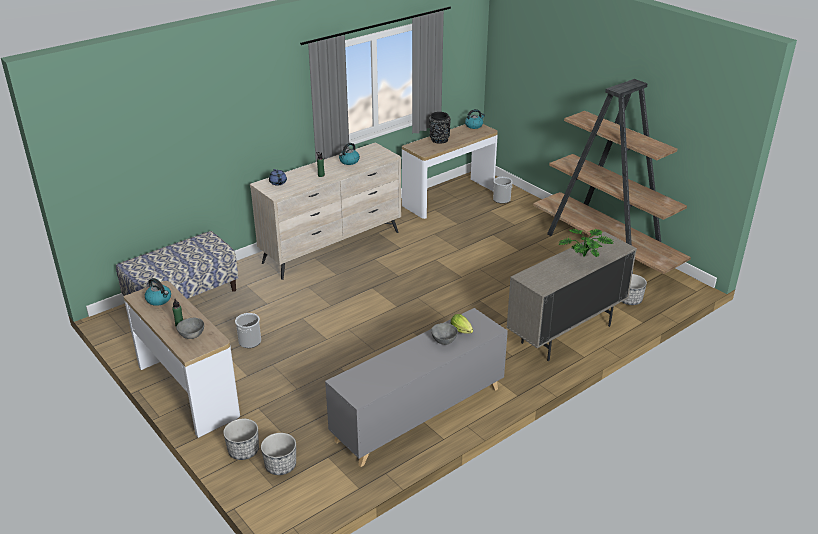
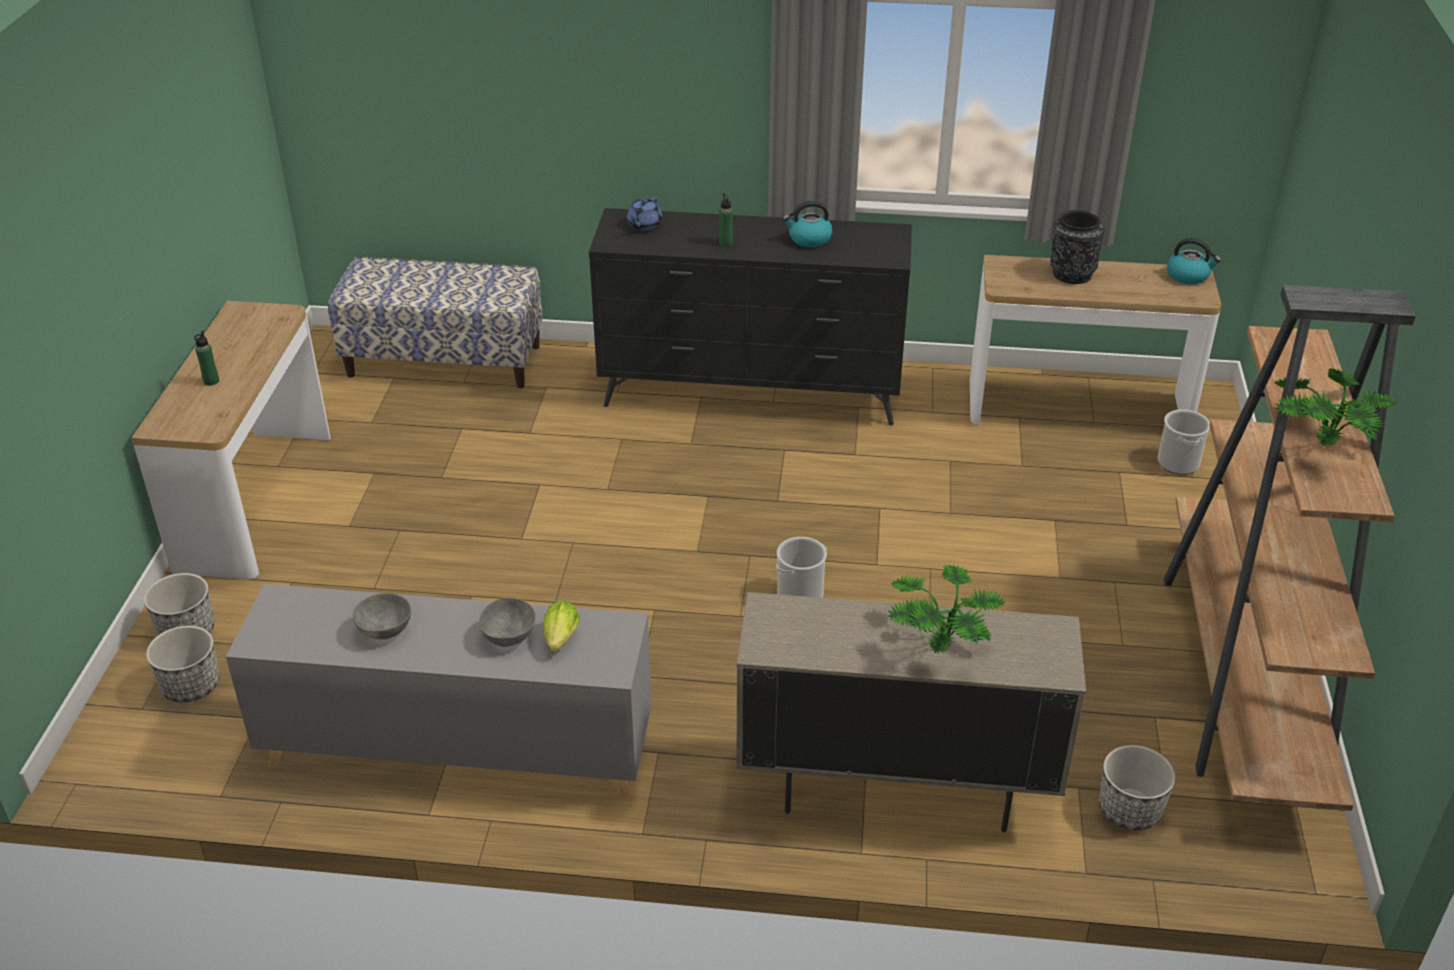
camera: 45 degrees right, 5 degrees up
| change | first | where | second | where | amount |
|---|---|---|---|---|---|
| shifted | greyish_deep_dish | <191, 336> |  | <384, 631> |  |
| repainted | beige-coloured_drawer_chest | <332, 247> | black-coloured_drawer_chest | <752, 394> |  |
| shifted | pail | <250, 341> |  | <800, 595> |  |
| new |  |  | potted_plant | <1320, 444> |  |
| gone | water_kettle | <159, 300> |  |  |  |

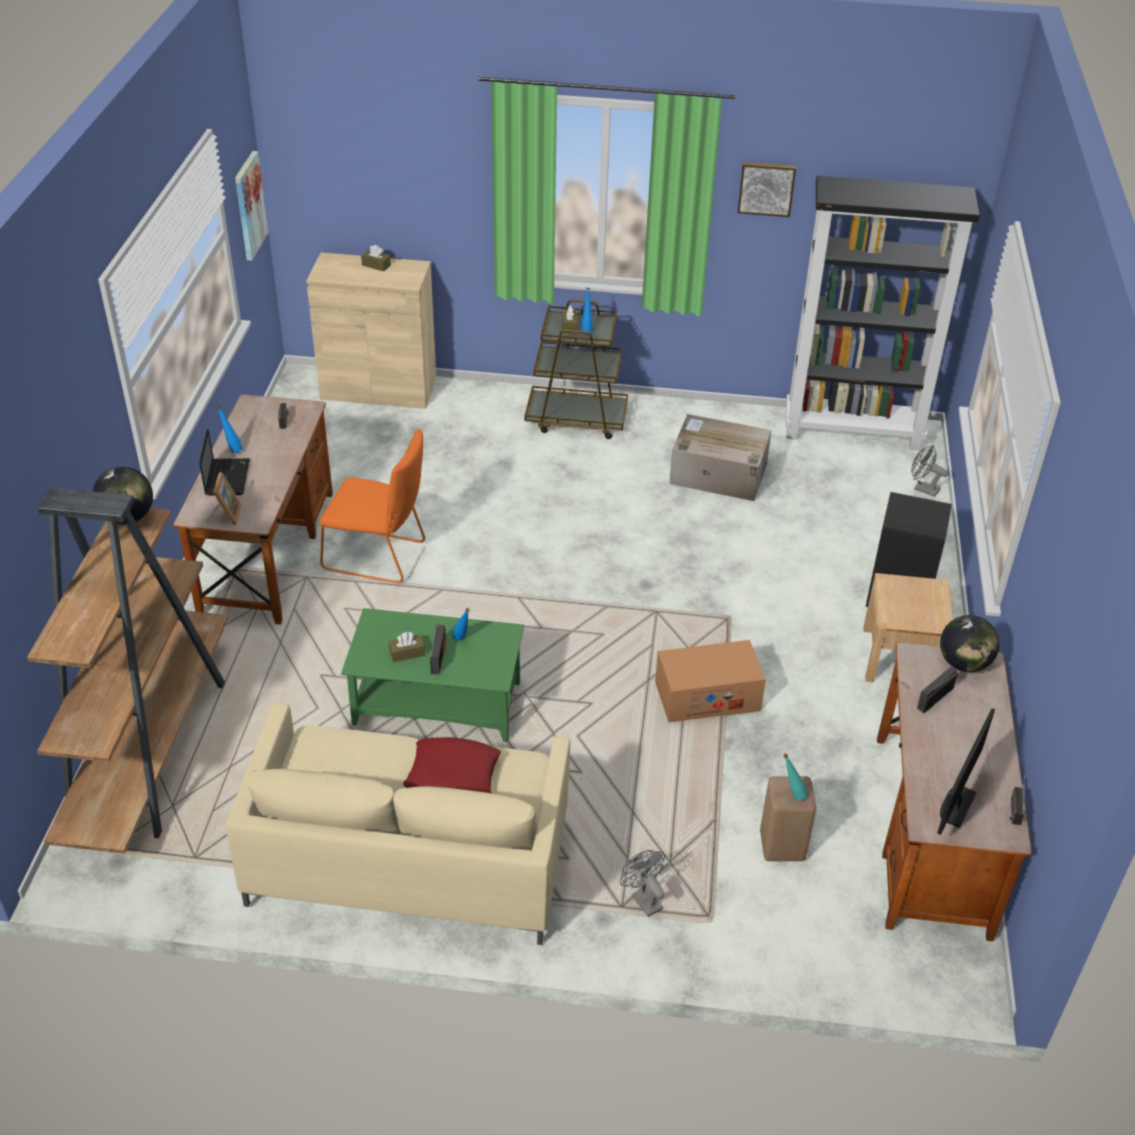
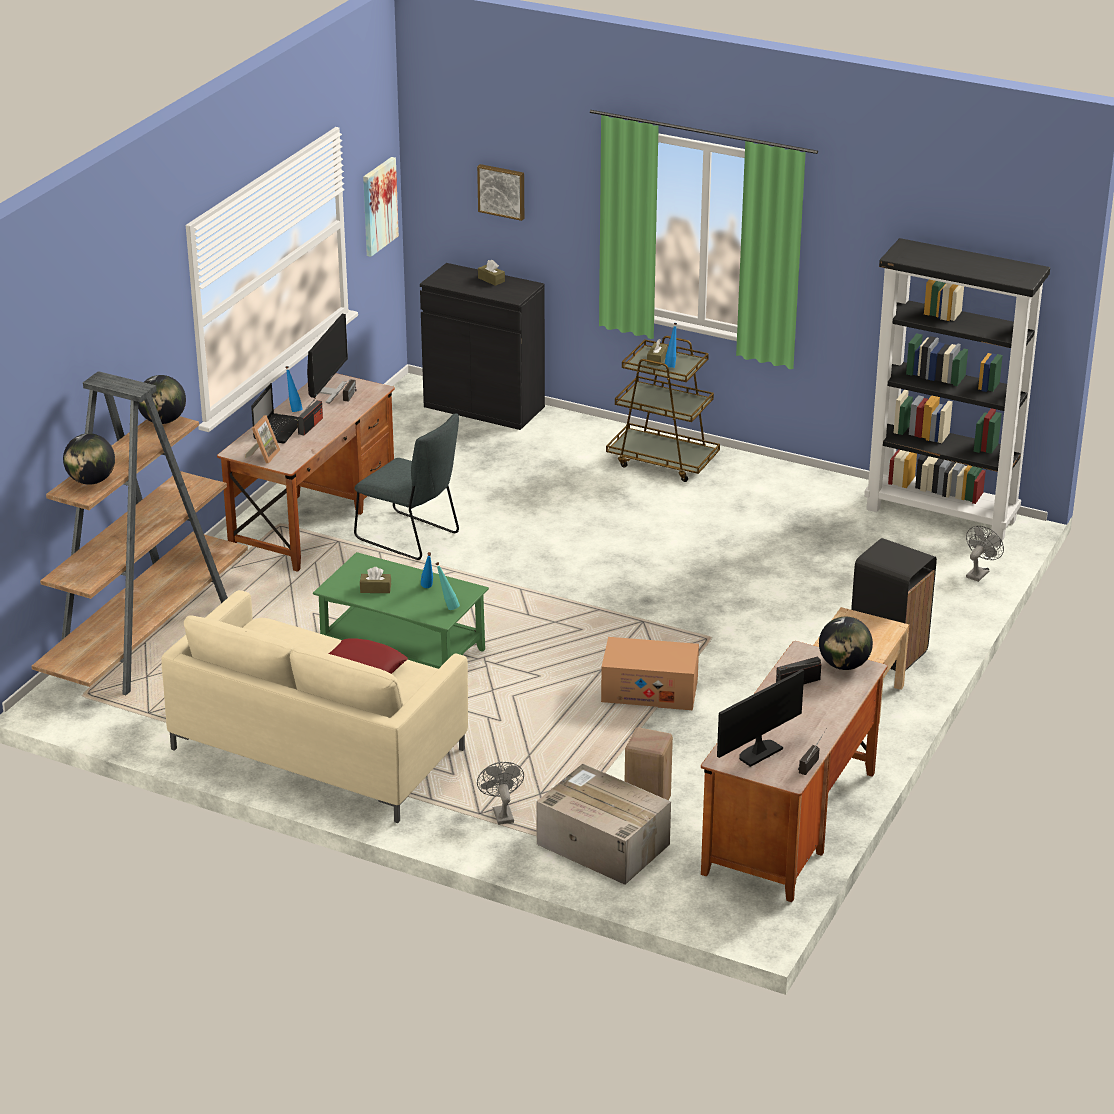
camera: 20 degrees right, 10 degrees down
| change | first | where | second | where | amount |
|---|---|---|---|---|---|
| new |  |  | desk_globe | <91, 481> |  |
| shifted | radio_set | <438, 657> |  | <310, 426> |  |
| new |  |  | monitor | <328, 392> |  |
| repainted | orange-coloured_upright_chair | <379, 556> | greyish_upright_chair | <411, 537> |  |
| repainted | beige-coloured_cupboard | <378, 388> | black-coloured_cupboard | <484, 407> |  |
| shifted | turquoise_drink_bottle | <792, 795> |  | <447, 607> |  |
| shifted | picture | <766, 188> |  | <502, 191> |  |
| shifted | packing_box | <717, 474> |  | <601, 844> |  |
| rotated | greyish_cooling_fan | <922, 489> |  | <979, 573> | 75 degrees clockwise |

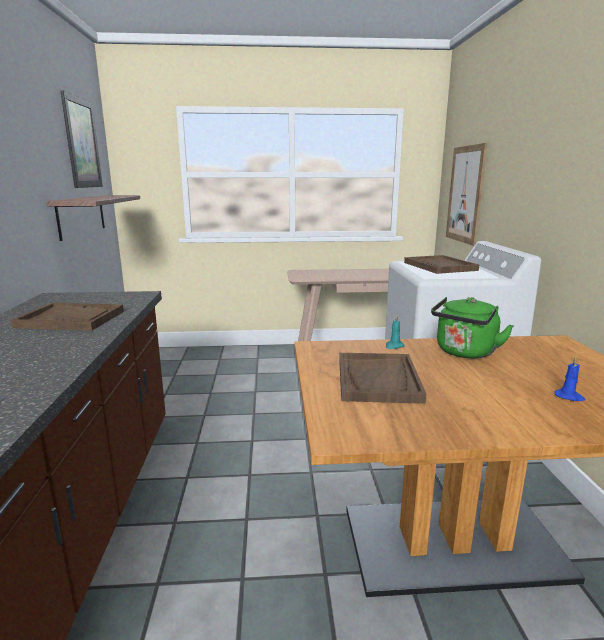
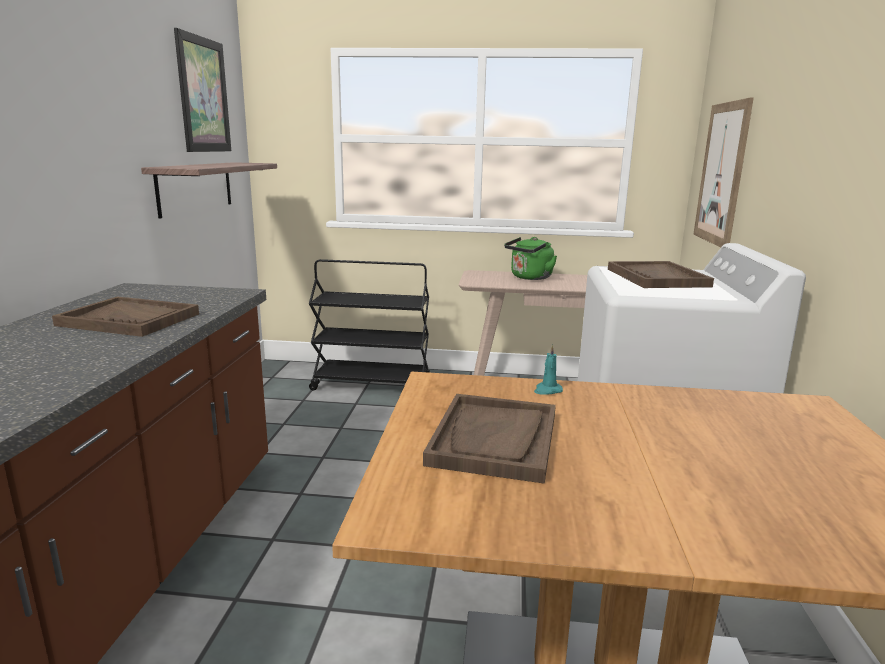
camera: 10 degrees right, 0 degrees up
| change | first | where | second | where | amount |
|---|---|---|---|---|---|
| new |  |  | black-coloured_trolley | <372, 384> |  |
| shifted | green-coloured_water_kettle | <464, 353> |  | <529, 278> |  |
| gone | blue_wax_light | <569, 397> |  |  |  |

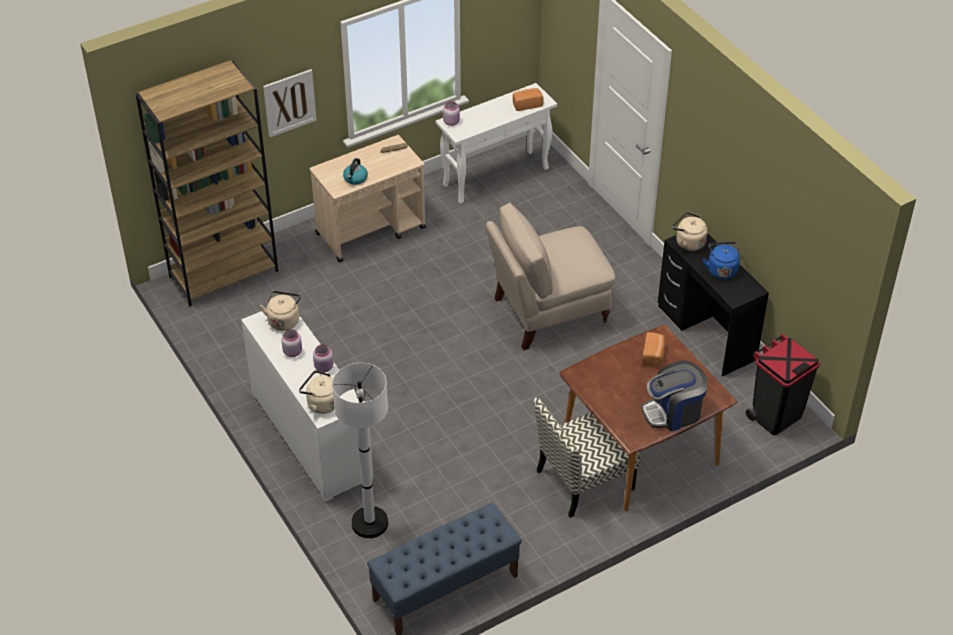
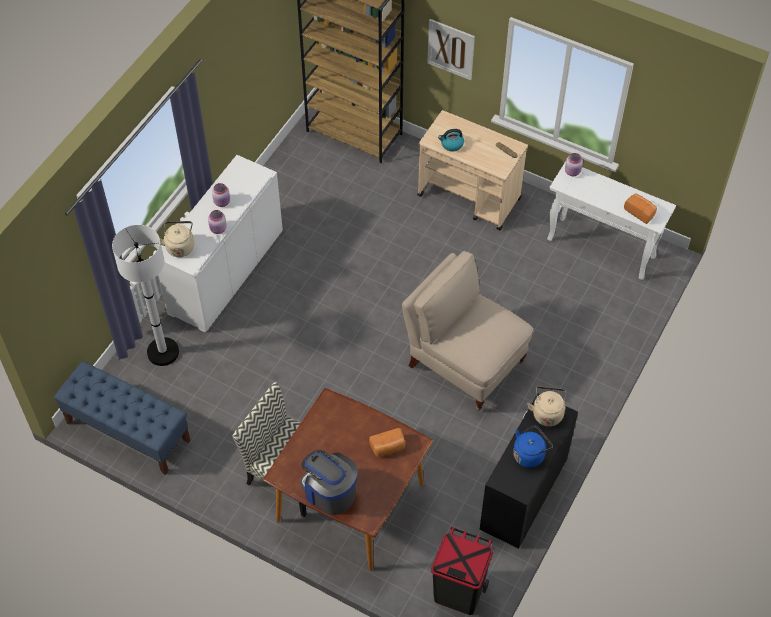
camera: 60 degrees right, 10 degrees up
| change | first | where | second | where | amount |
|---|---|---|---|---|---|
| gone | beige-coloured_water_kettle | <284, 320> |  |  |  |

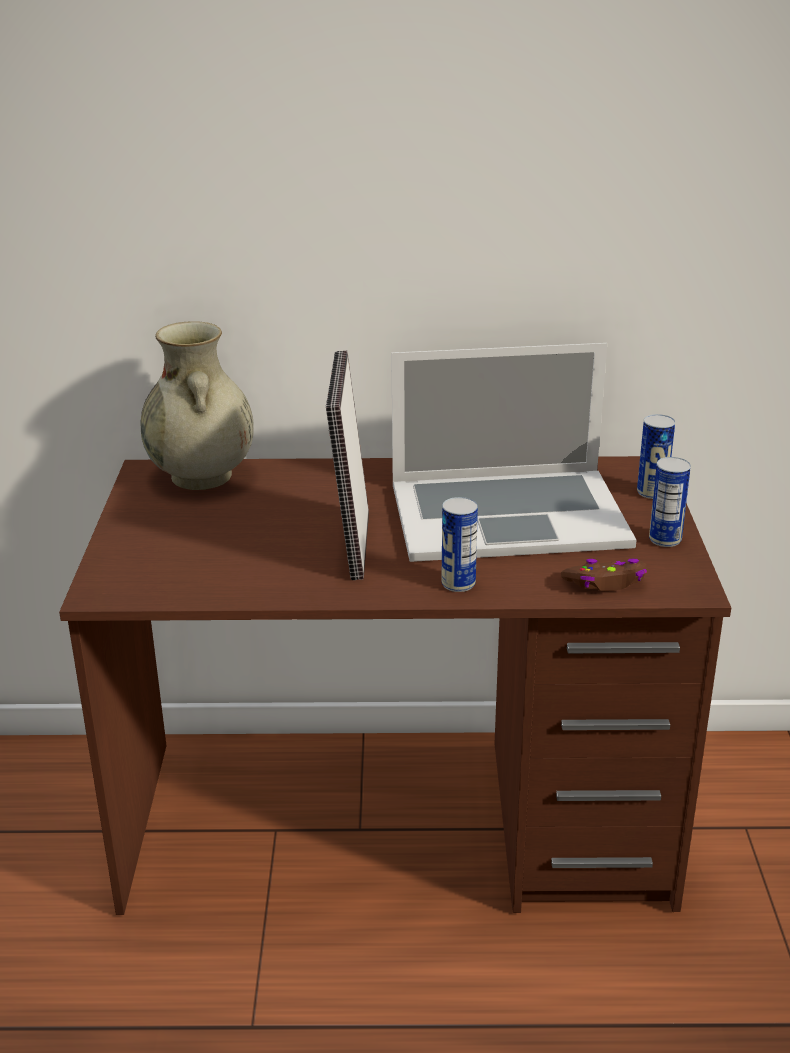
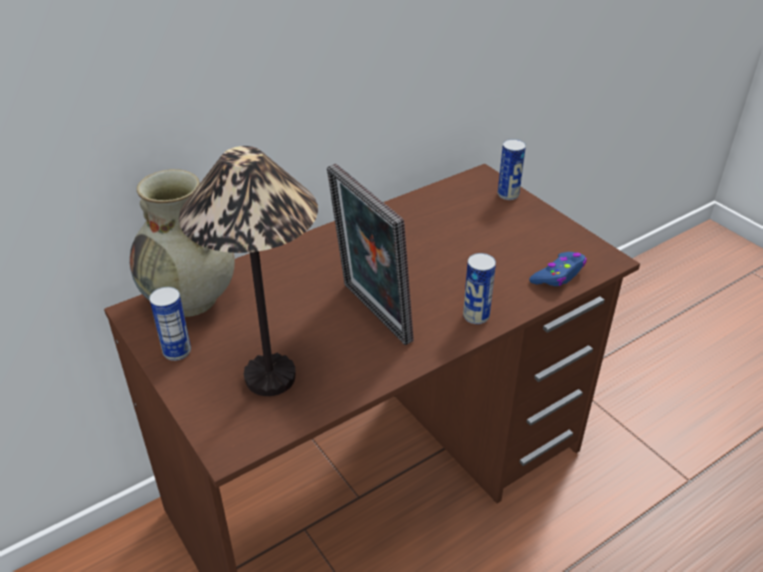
camera: 35 degrees left, 10 degrees up
| change | first | where | second | where | amount |
|---|---|---|---|---|---|
| shifted | sealed_can | <665, 539> |  | <177, 351> |  |
| new |  |  | table_lamp | <270, 377> |  |
| repainted | brown-coloured_gamepad | <606, 582> | blue_gamepad | <558, 275> |  |
| gone | notebook_computer | <508, 514> |  |  |  |

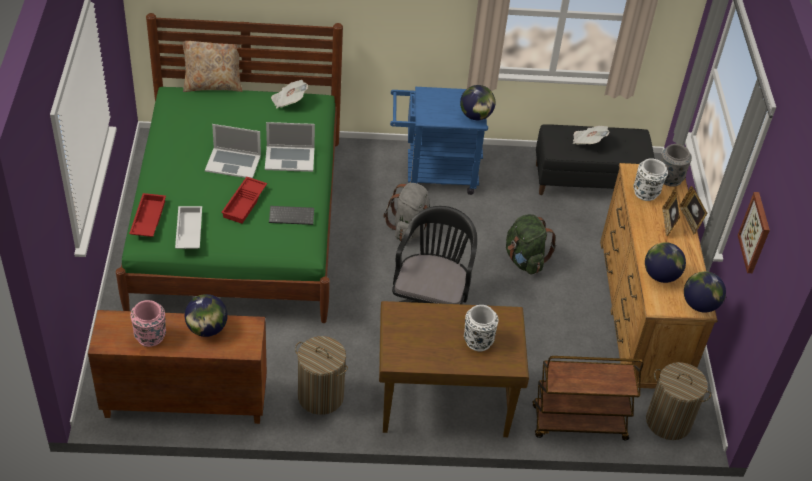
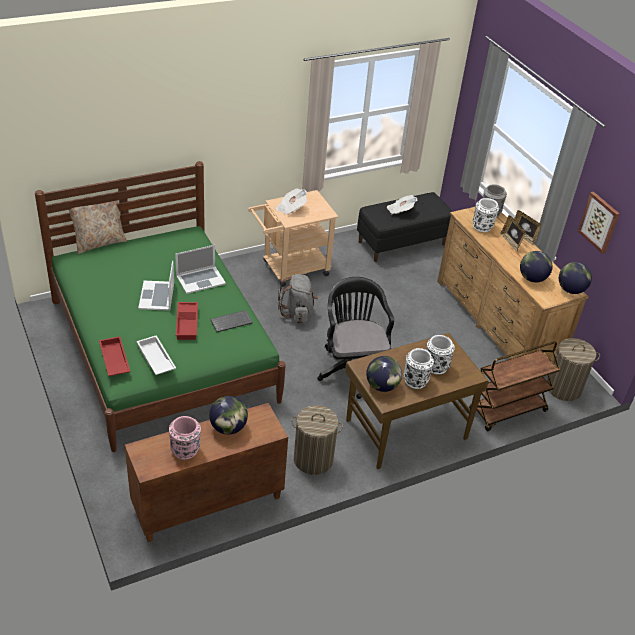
camera: 25 degrees left, 5 degrees down
| change | first | where | second | where | amount |
|---|---|---|---|---|---|
| rotated | notebook_computer | <233, 163> |  | <157, 296> | 105 degrees clockwise |
| repainted | blue_trolley | <433, 174> | beige-coloured_trolley | <290, 269> |  |
| shifted | daily_paper | <288, 101> |  | <291, 208> |  |
| shifted | desk_globe | <476, 116> |  | <382, 386> |  |
| new |  |  | white_vase | <415, 380> |  |
| gone | green-coloured_rucksack | <524, 260> |  |  |  |

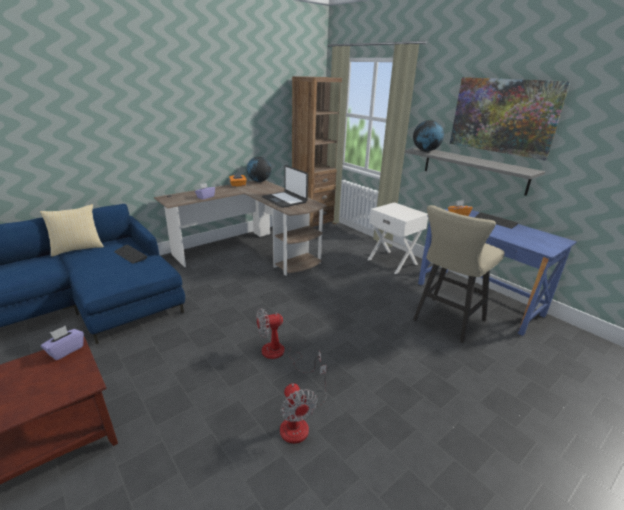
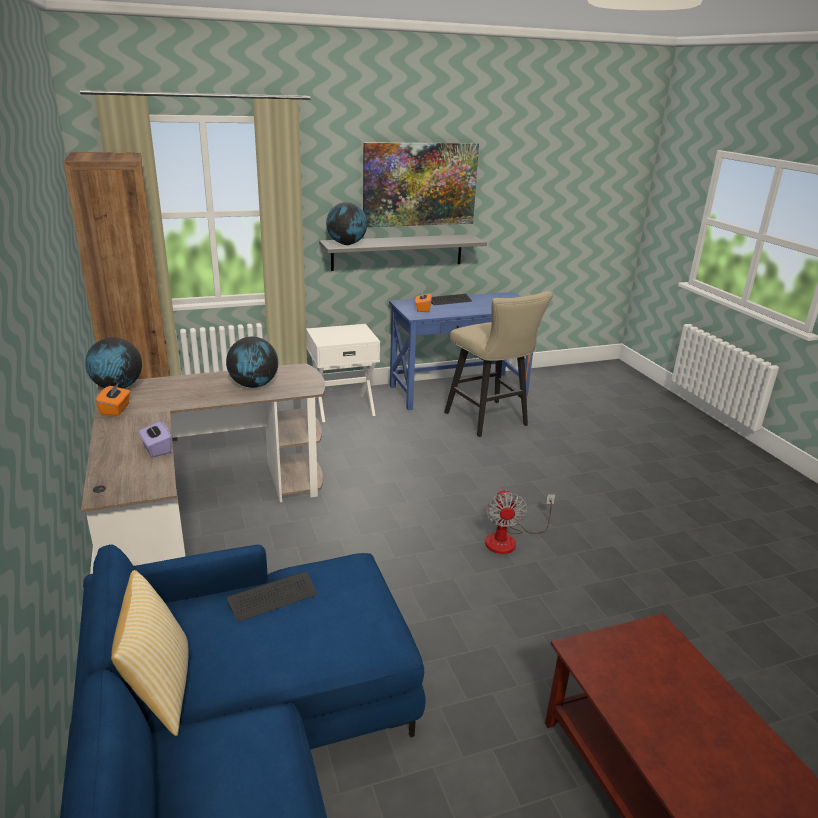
camera: 70 degrees left, 0 degrees up
| change | first | where | second | where | amount |
|---|---|---|---|---|---|
| swapped | notebook_computer | <284, 200> | desk_globe | <254, 385> |  |
| gone | purple-coloured_tissue_box | <66, 350> |  |  |  |
| gone | cooling_fan | <300, 422> |  |  |  |

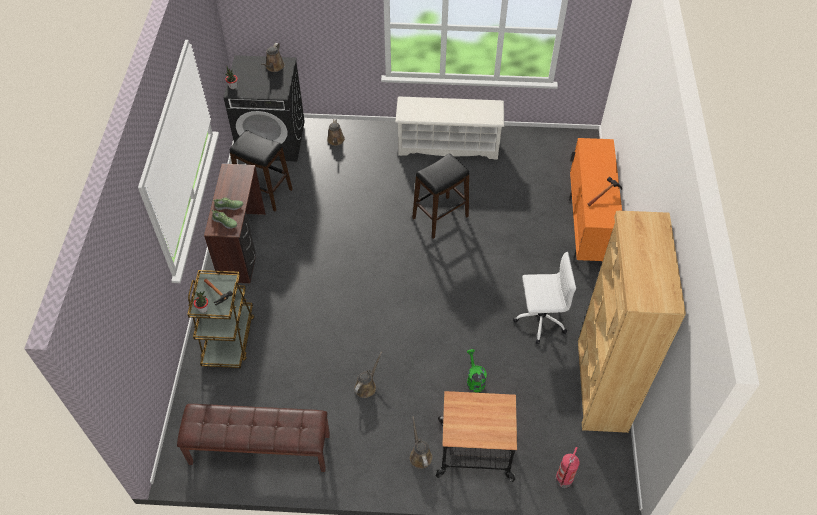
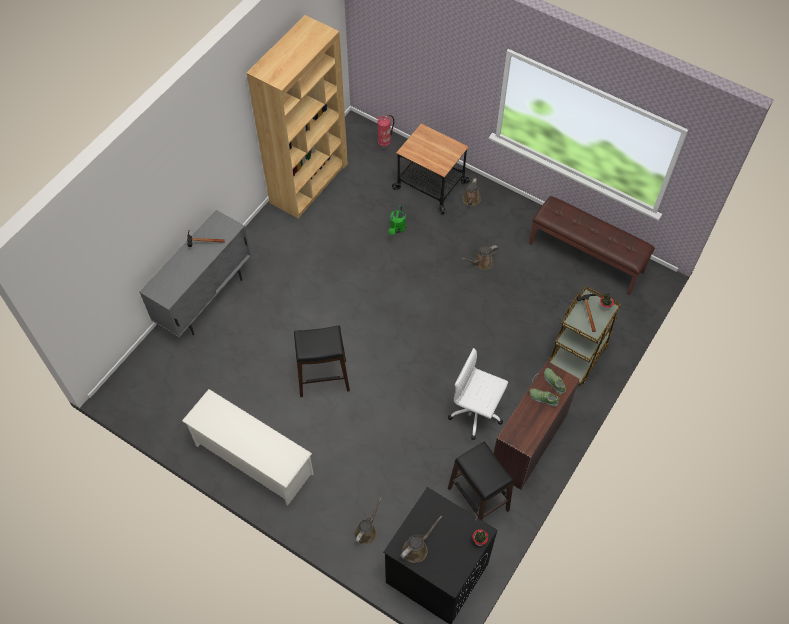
camera: 150 degrees left, 5 degrees up
| change | first | where | second | where | amount |
|---|---|---|---|---|---|
| repainted | orange-coloured_cupboard | <587, 230> | greyish_cupboard | <206, 299> |  |
| shifted | white_office_chair | <539, 319> |  | <477, 413> |  |

